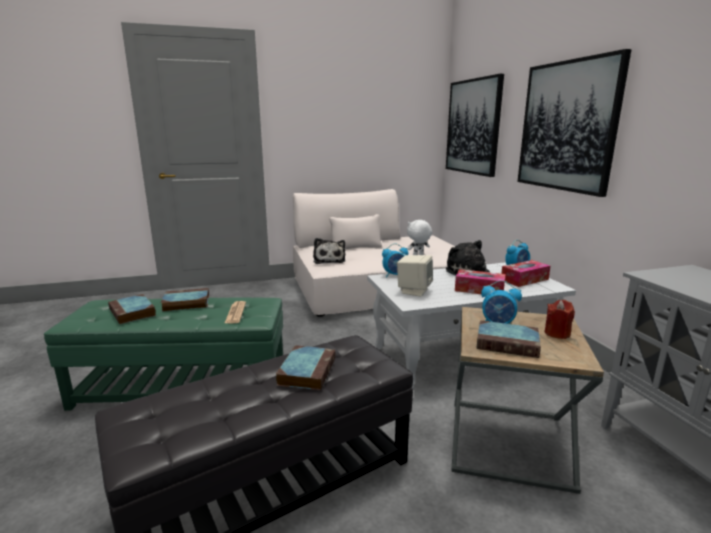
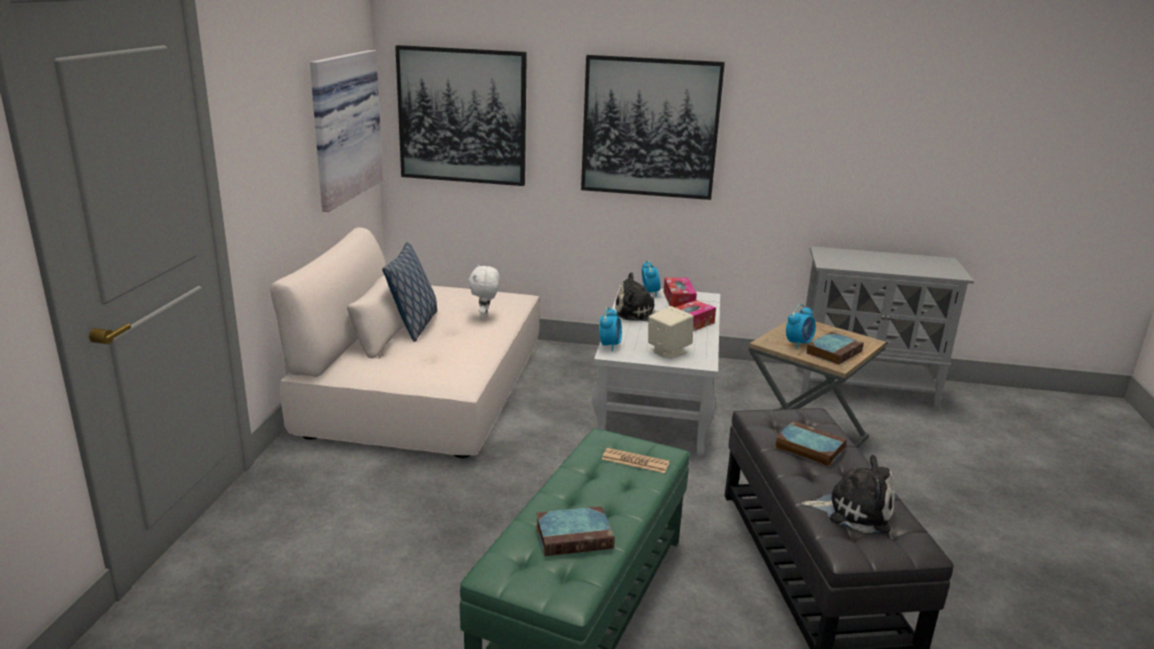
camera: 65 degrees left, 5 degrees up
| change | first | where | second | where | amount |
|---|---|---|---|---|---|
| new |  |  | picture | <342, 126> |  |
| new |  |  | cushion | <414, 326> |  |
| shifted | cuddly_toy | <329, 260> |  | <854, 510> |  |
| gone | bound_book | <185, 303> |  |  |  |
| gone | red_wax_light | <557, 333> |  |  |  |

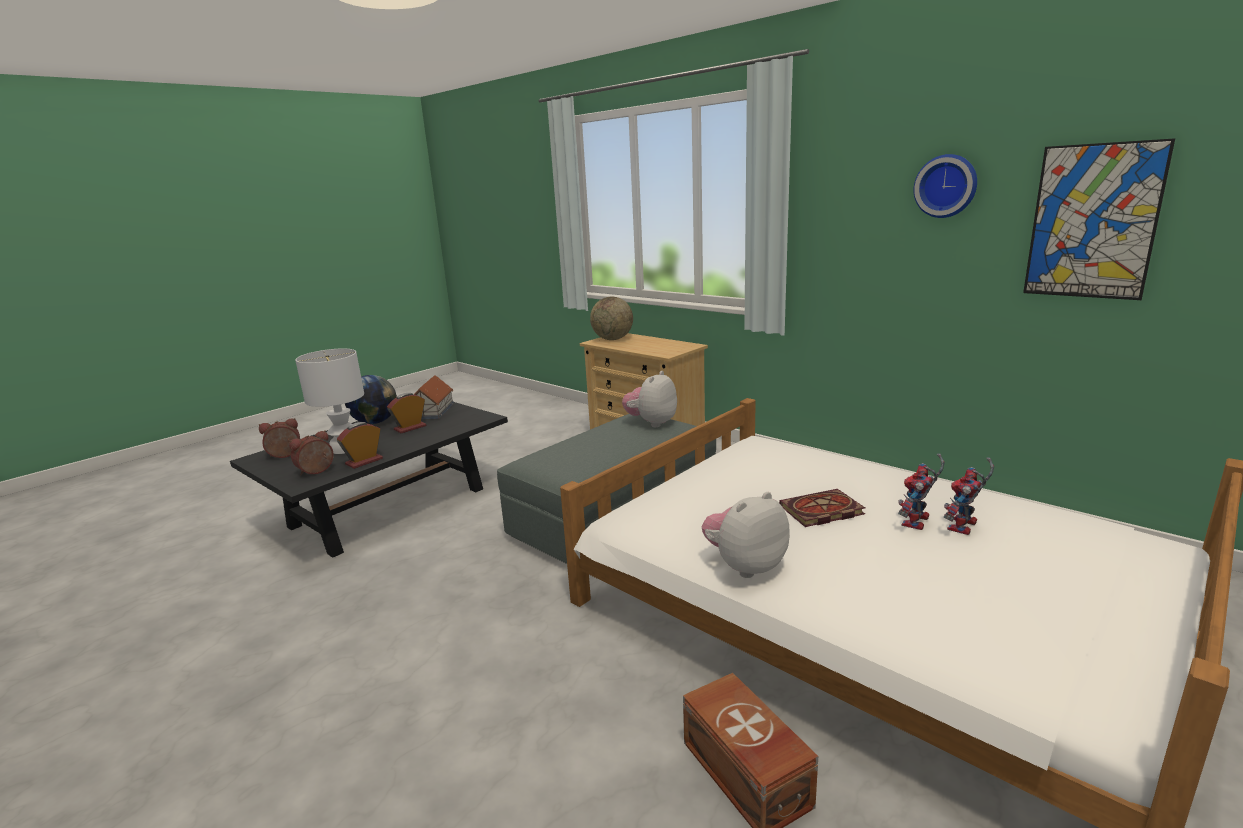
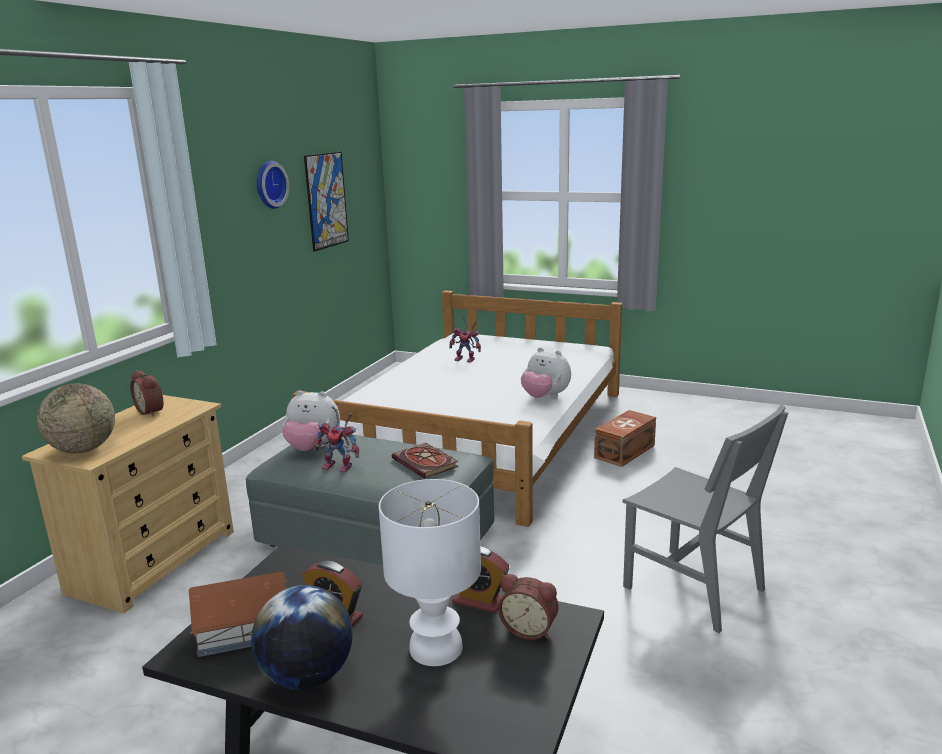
camera: 110 degrees left, 0 degrees up
| change | first | where | second | where | amount |
|---|---|---|---|---|---|
| shifted | bedside_clock | <285, 455> |  | <152, 411> |  |
| shifted | robot_figure | <917, 523> |  | <341, 466> |  |
| shifted | bound_book | <820, 511> |  | <427, 463> |  |
| new |  |  | greyish_upright_chair | <693, 588> |  |

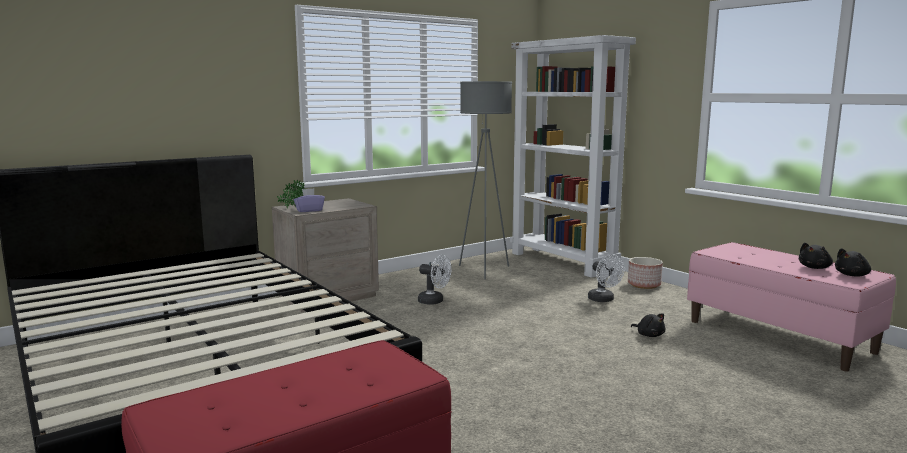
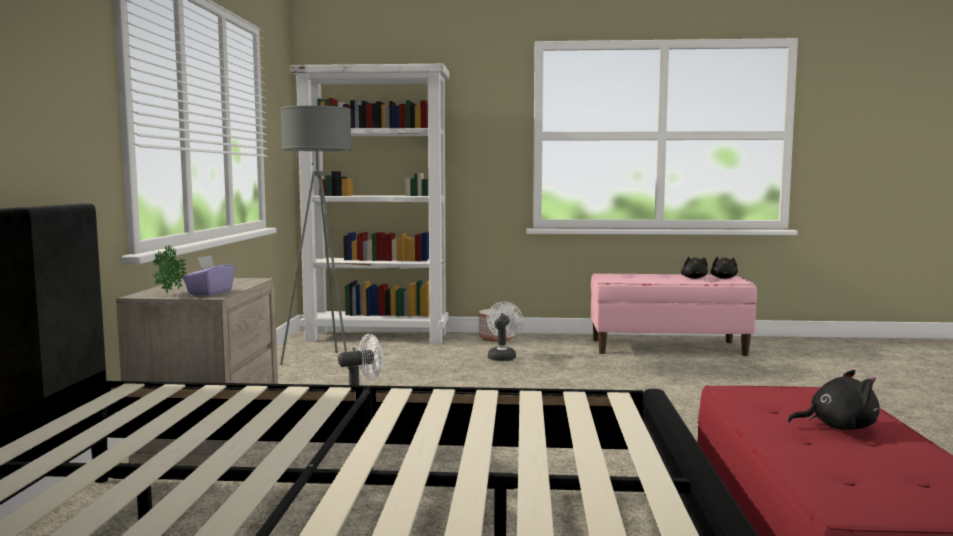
camera: 50 degrees left, 5 degrees down
| change | first | where | second | where | amount |
|---|---|---|---|---|---|
| rotated | white_cooling_fan | <603, 300> |  | <502, 356> | 90 degrees counterclockwise |
| shifted | black-coloured_cuddly_toy | <649, 335> |  | <838, 427> |  |

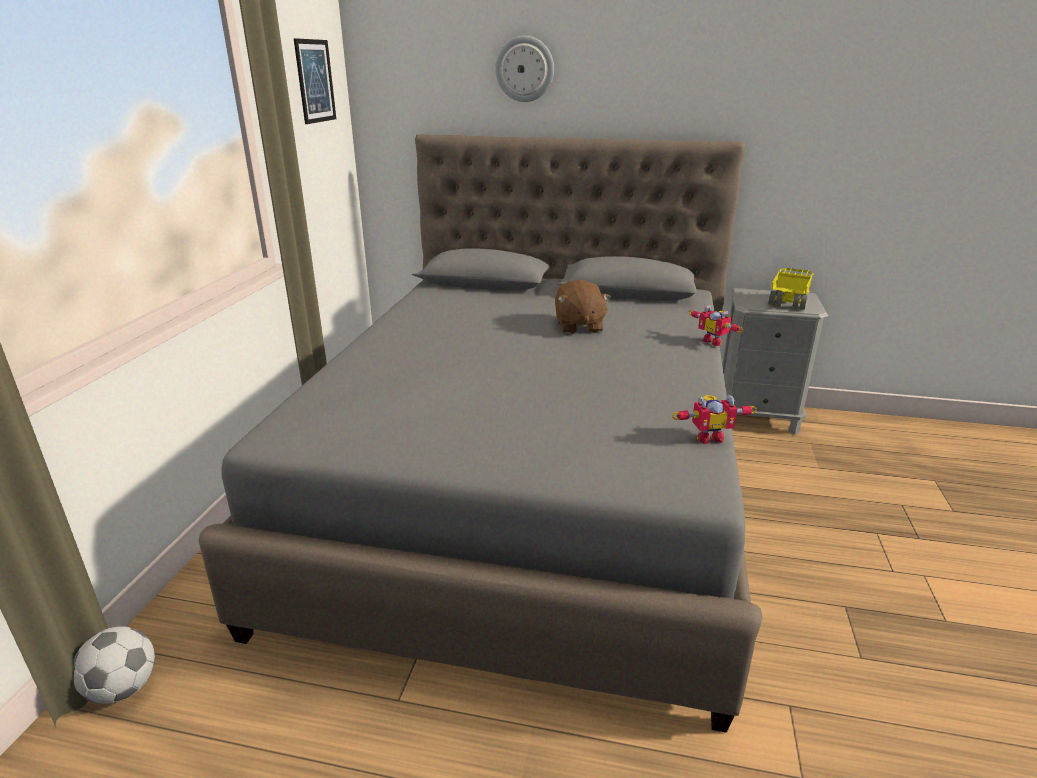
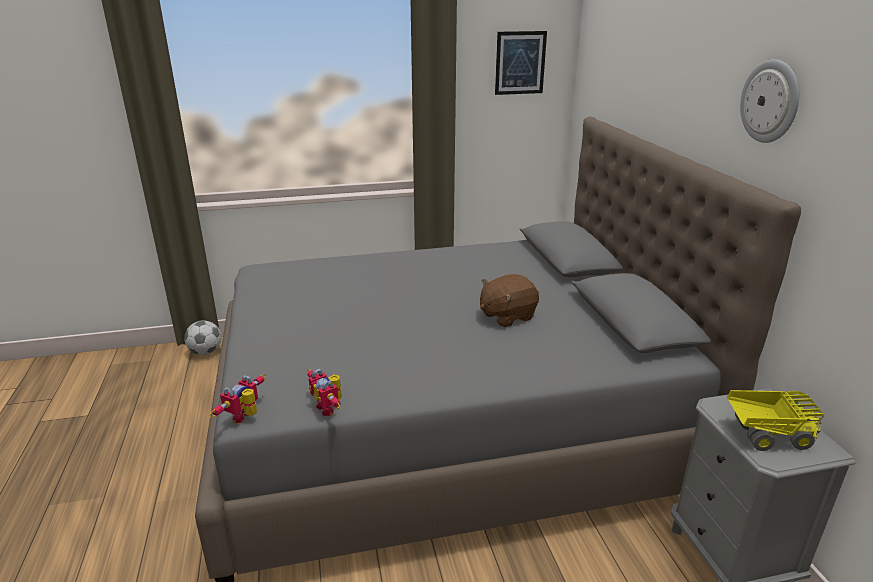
camera: 65 degrees right, 0 degrees up
| change | first | where | second | where | amount |
|---|---|---|---|---|---|
| shifted | robot_figure | <714, 341> |  | <246, 417> |  |
| shifted | clock_on_the_wall | <524, 69> |  | <770, 101> |  |

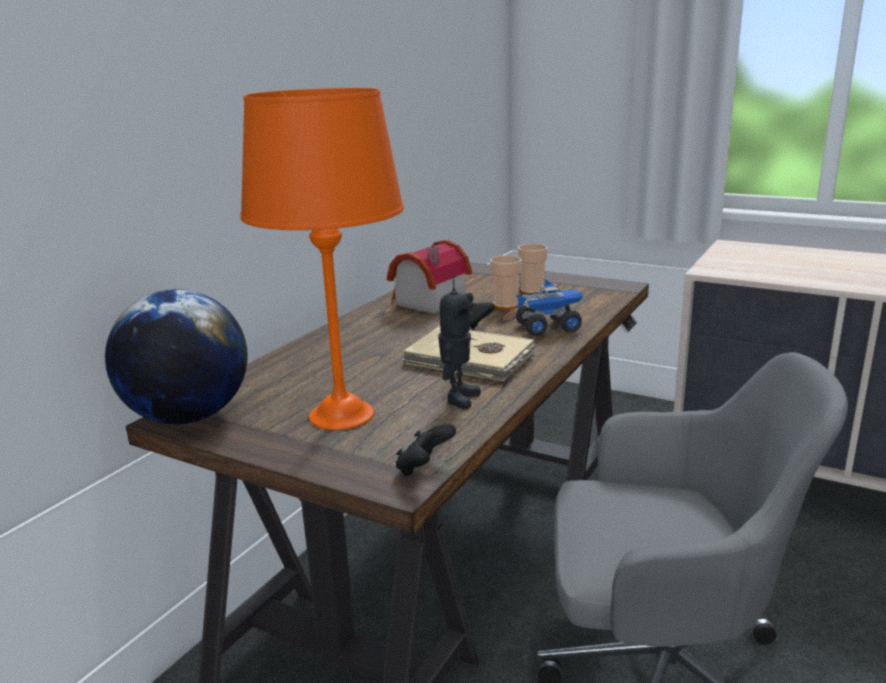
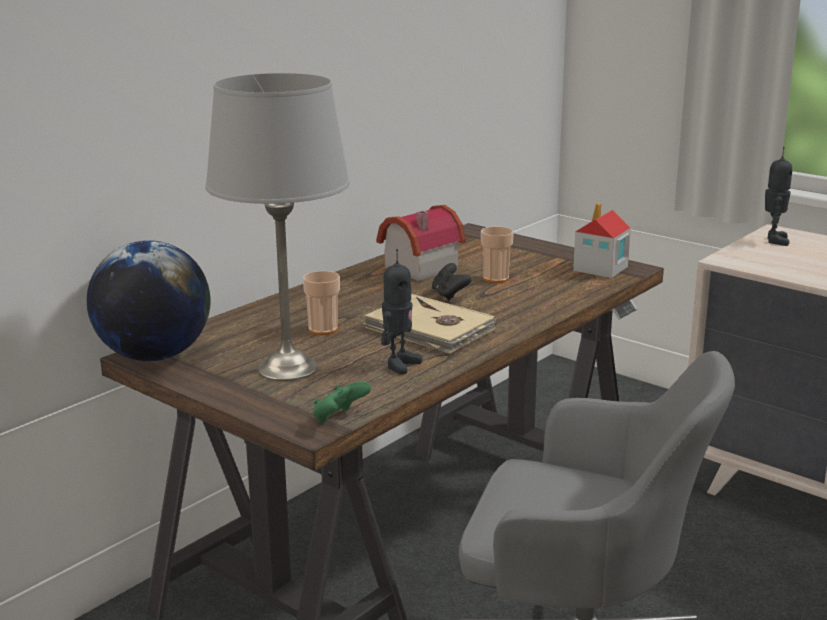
camera: 10 degrees right, 0 degrees up
| change | first | where | second | where | amount |
|---|---|---|---|---|---|
| repainted | orange-coloured_table_lamp | <341, 414> | greyish_table_lamp | <288, 367> |  |
| shifted | drinking_cup | <532, 291> |  | <323, 329> |  |
| repainted | black-coloured_gamepad | <424, 468> | green-coloured_gamepad | <339, 419> |  |
| new |  |  | toy_house | <600, 269> |  |
| new |  |  | robot_figure | <774, 240> |  |
| gone | model_truck | <549, 328> |  |  |  |

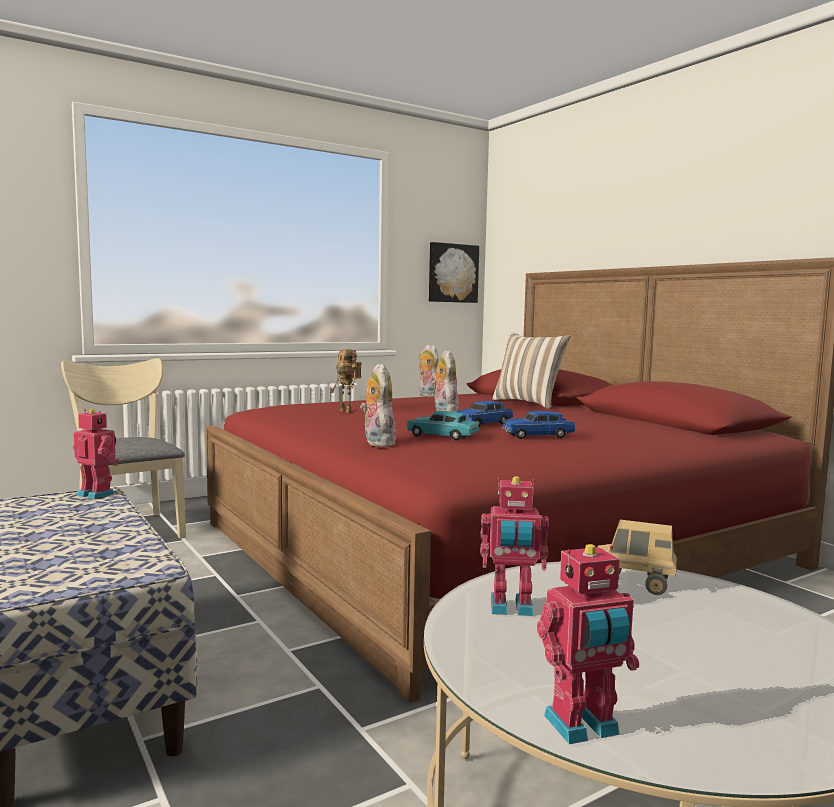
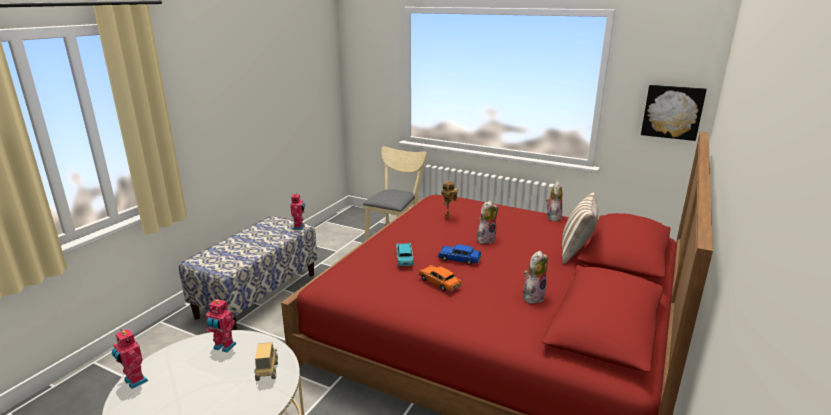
camera: 60 degrees right, 15 degrees up
| change | first | where | second | where | amount |
|---|---|---|---|---|---|
| rotated | robot_figure | <511, 609> |  | <224, 347> | 45 degrees counterclockwise |
| repainted | blue_miniature_car | <538, 436> | orange-coloured_miniature_car | <439, 283> |  |
| shifted | cuddly_toy | <377, 443> |  | <533, 296> |  |

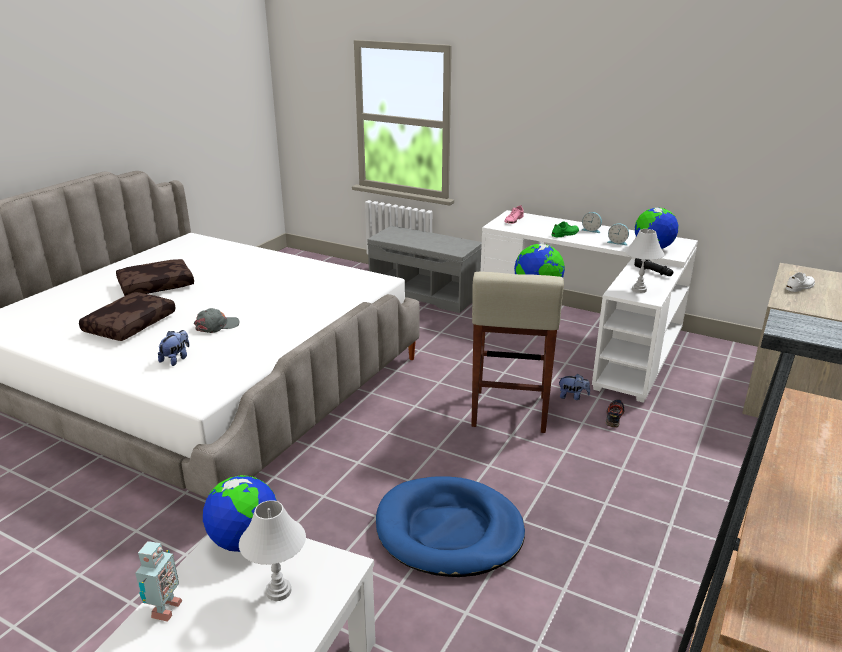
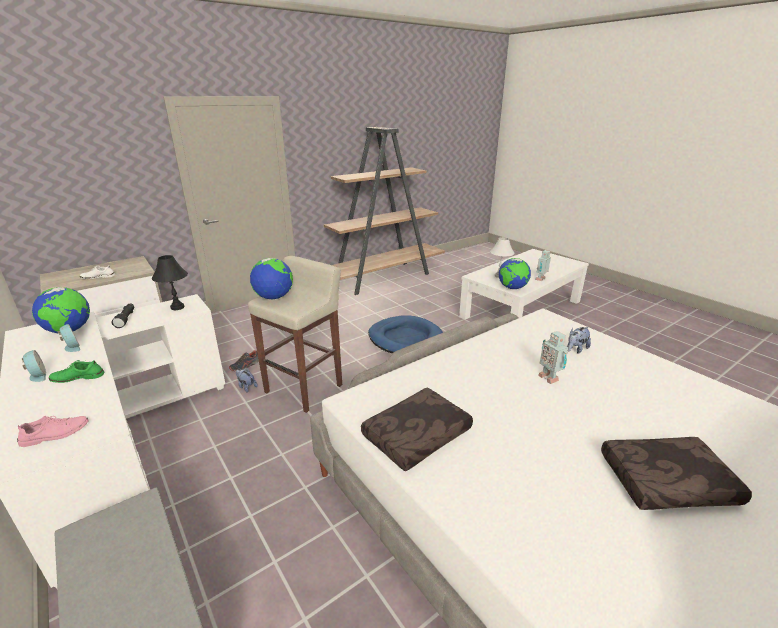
camera: 155 degrees left, 0 degrees up
| change | first | where | second | where | amount |
|---|---|---|---|---|---|
| repainted | white_table_lamp | <639, 289> | black-coloured_table_lamp | <177, 307> |  |
| shifted | brown-coloured_cushion | <130, 324> |  | <417, 437> |  |
| swapped | greyish_baseball_cap | <217, 326> | robot_figure | <549, 377> |  |

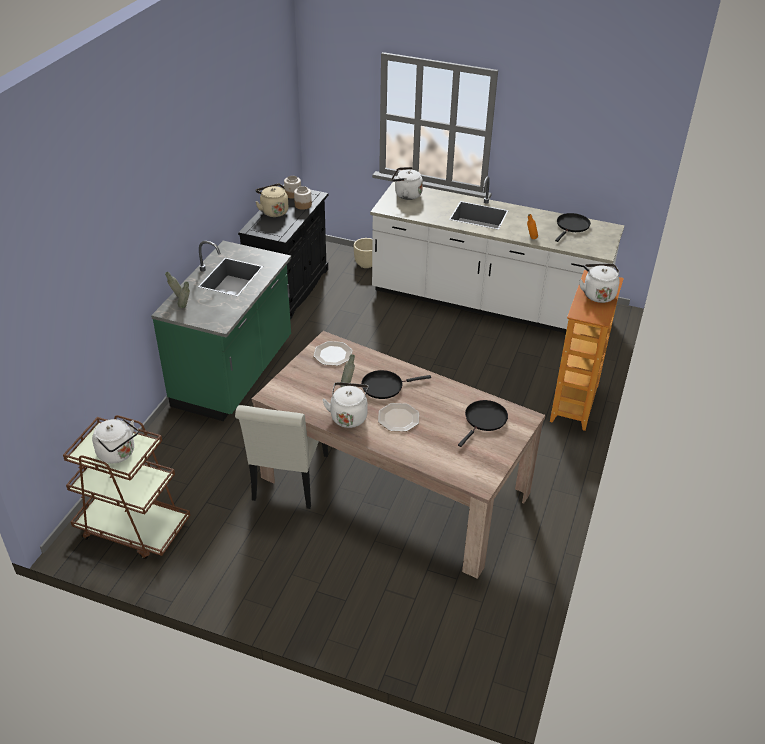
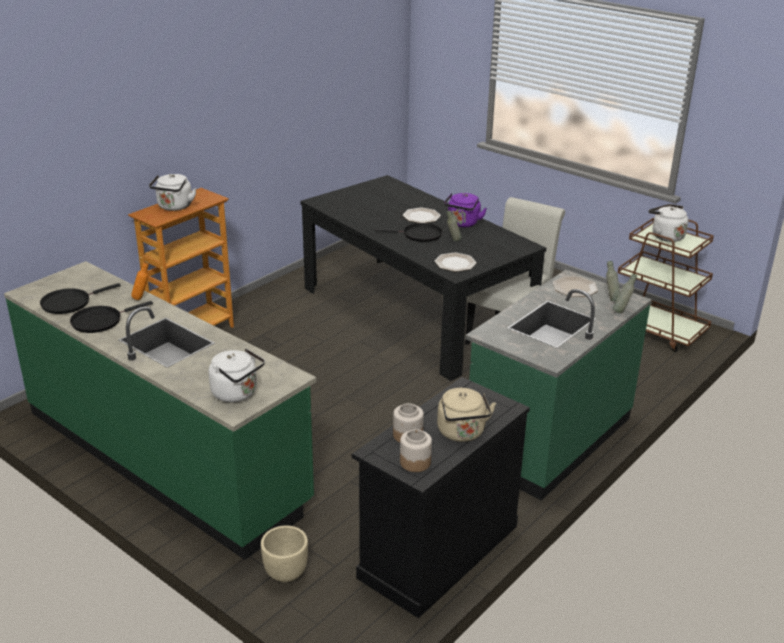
camera: 160 degrees left, 10 degrees down
| change | first | where | second | where | amount |
|---|---|---|---|---|---|
| repainted | white_kitchen_base_unit | <487, 304> | green-coloured_kitchen_base_unit | <165, 457> |  |
| shifted | black-coloured_skillet | <484, 420> |  | <100, 321> |  |
| repainted | beige-coloured_kitchen_table | <394, 485> | black-coloured_kitchen_table | <415, 313> |  |
| repainted | white_water_kettle | <348, 416> | purple-coloured_water_kettle | <463, 224> |  |
| new |  |  | dinner_plate | <574, 287> |  |

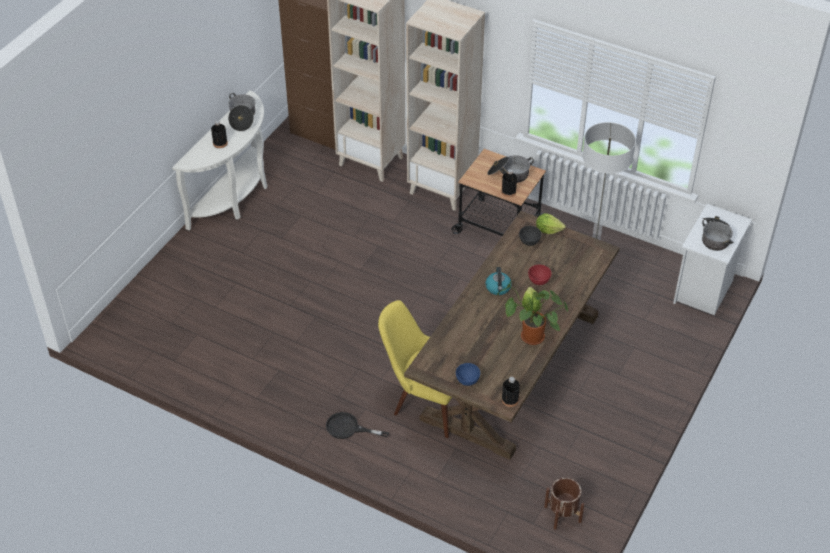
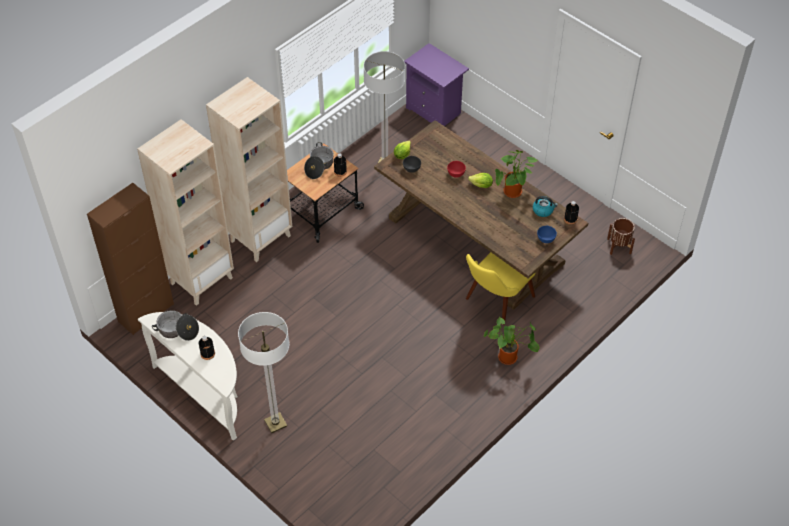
camera: 75 degrees left, 5 degrees up
| change | first | where | second | where | amount |
|---|---|---|---|---|---|
| new |  |  | floor_lamp | <275, 423> |  |
| repainted | white_night_table | <704, 291> | purple-coloured_night_table | <435, 111> |  |
| swapped | black-coloured_skillet | <348, 428> | potted_plant | <510, 357> |  |
| shifted | water_kettle | <498, 288> |  | <543, 210> |  |
| gone | stockpot | <715, 237> |  |  |  |

